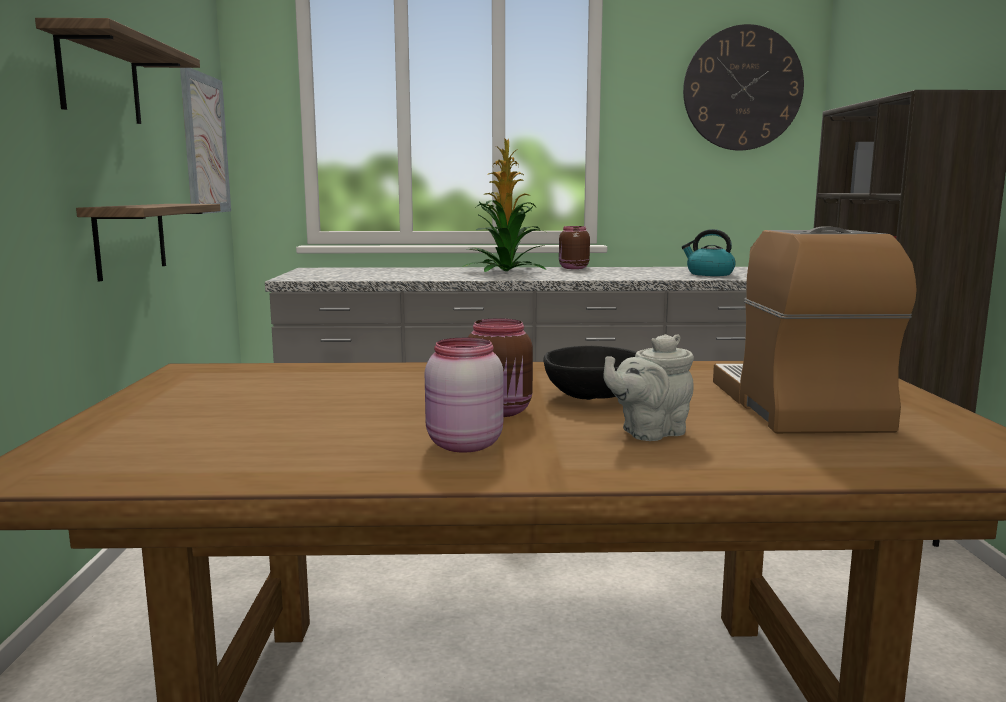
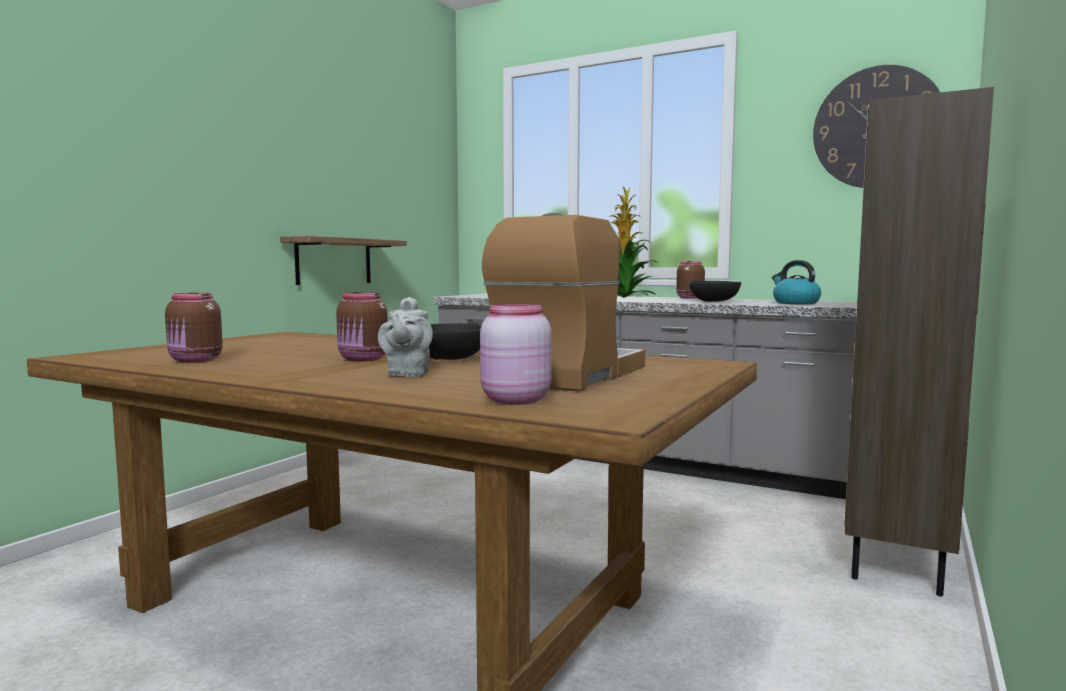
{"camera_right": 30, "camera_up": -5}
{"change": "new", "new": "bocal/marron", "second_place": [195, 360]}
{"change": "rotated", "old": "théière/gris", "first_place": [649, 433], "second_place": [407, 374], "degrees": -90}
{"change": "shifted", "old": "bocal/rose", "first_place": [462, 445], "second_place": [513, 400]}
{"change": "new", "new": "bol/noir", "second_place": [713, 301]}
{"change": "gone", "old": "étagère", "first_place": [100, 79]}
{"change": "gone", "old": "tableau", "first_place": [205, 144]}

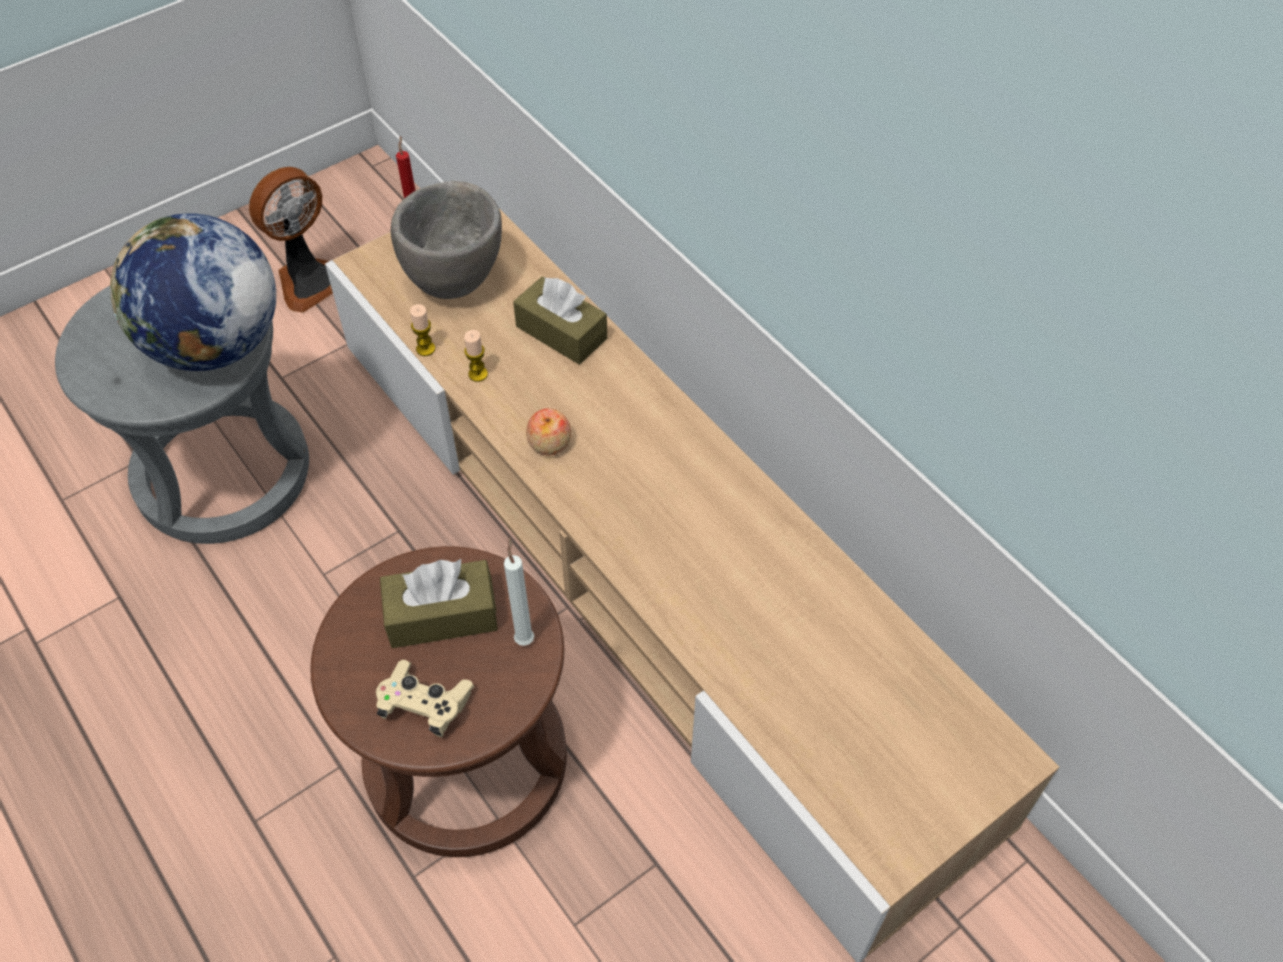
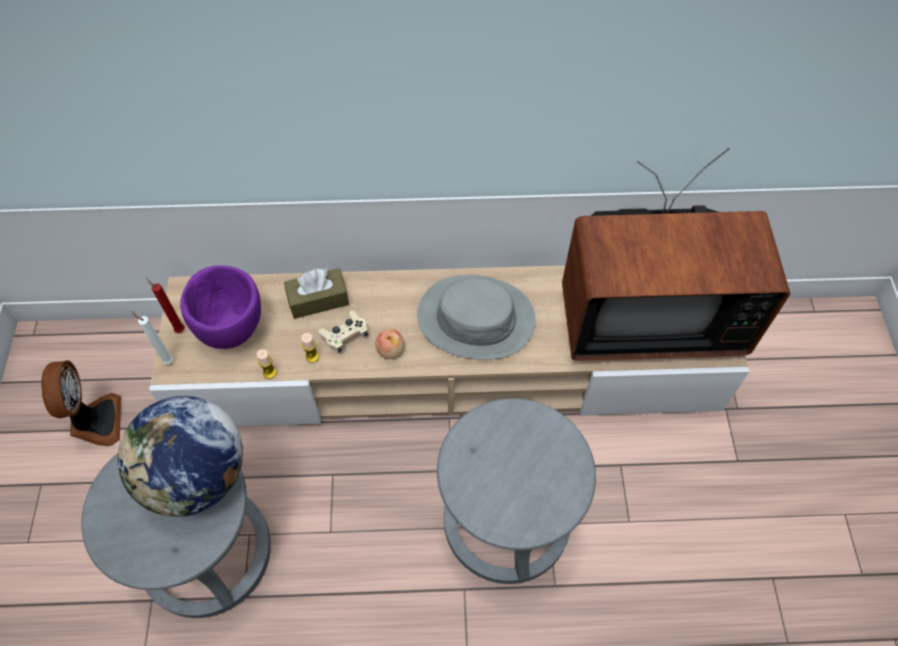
{"camera_right": -55, "camera_up": 5}
{"change": "shifted", "old": "bougie/blanc", "first_place": [524, 637], "second_place": [167, 360]}
{"change": "repainted", "old": "bol/gris", "new": "bol/violet", "first_place": [455, 282], "second_place": [232, 330]}
{"change": "shifted", "old": "manette/beige", "first_place": [425, 705], "second_place": [345, 336]}
{"change": "new", "new": "chapeau/gris", "second_place": [476, 318]}
{"change": "repainted", "old": "tabouret/marron", "new": "tabouret/gris", "first_place": [468, 761], "second_place": [507, 520]}
{"change": "new", "new": "téléviseur", "second_place": [646, 313]}
{"change": "gone", "old": "boîte à mouchoirs/marron", "first_place": [442, 615]}

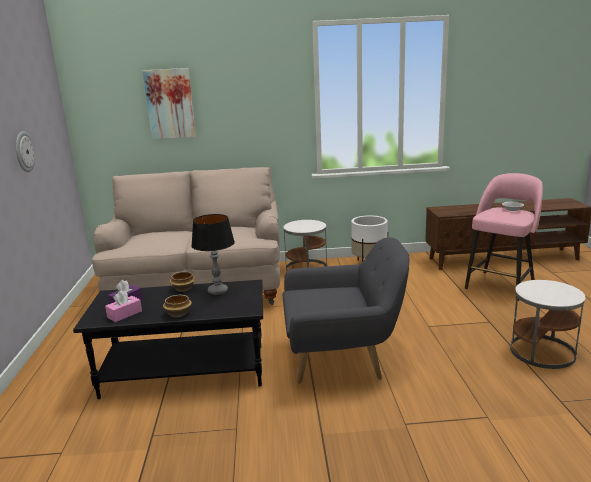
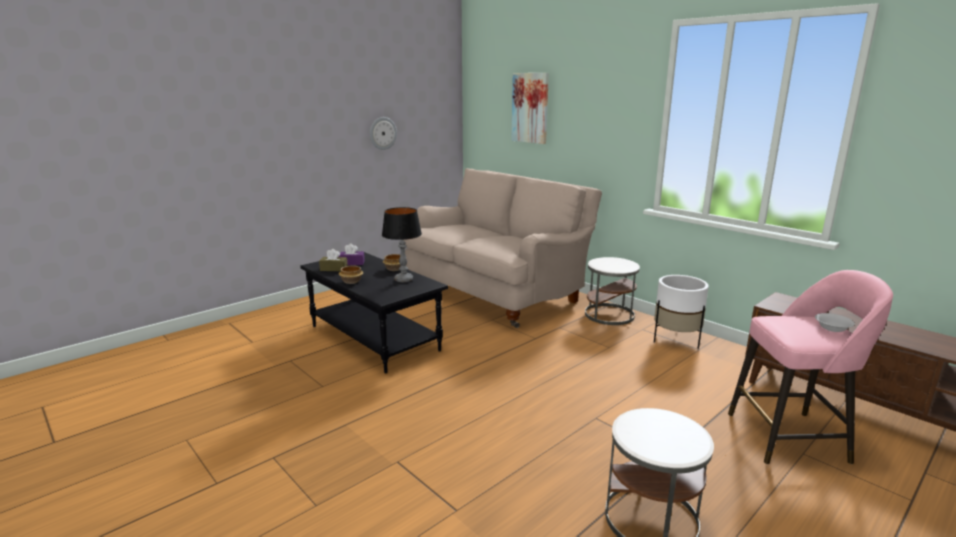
{"camera_right": 50, "camera_up": 0}
{"change": "repainted", "old": "boîte à mouchoirs/rose", "new": "boîte à mouchoirs/marron", "first_place": [124, 314], "second_place": [334, 269]}
{"change": "gone", "old": "fauteuil/gris", "first_place": [342, 359]}

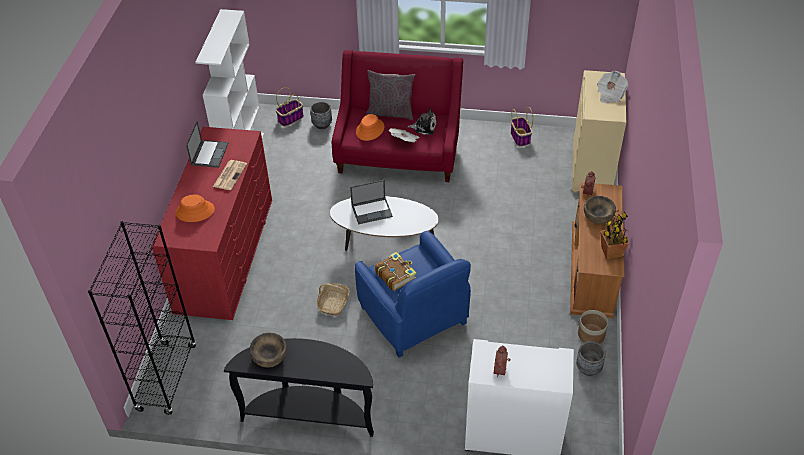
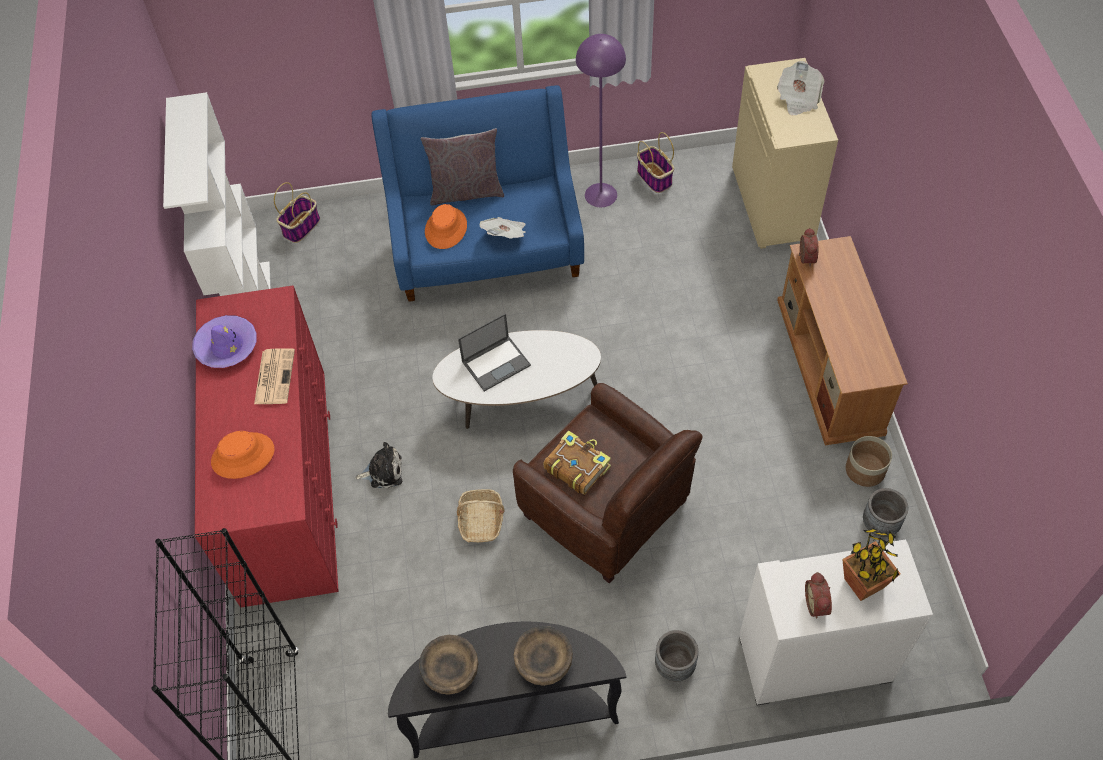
{"camera_right": -15, "camera_up": 10}
{"change": "swapped", "old": "ordinateur portable", "new": "chapeau/violet", "first_place": [209, 153], "second_place": [226, 346]}
{"change": "shifted", "old": "peluche", "first_place": [424, 127], "second_place": [383, 471]}
{"change": "repainted", "old": "canapé/rouge", "new": "canapé/bleu", "first_place": [398, 153], "second_place": [486, 246]}
{"change": "repainted", "old": "fauteuil/bleu", "new": "fauteuil/marron", "first_place": [414, 316], "second_place": [607, 509]}
{"change": "shifted", "old": "bol/marron", "first_place": [598, 216], "second_place": [543, 662]}
{"change": "new", "new": "lampadaire/violet", "second_place": [601, 195]}
{"change": "shifted", "old": "cache-pot/gris", "first_place": [322, 124], "second_place": [675, 665]}
{"change": "shifted", "old": "plante en pot", "first_place": [611, 252], "second_place": [864, 584]}

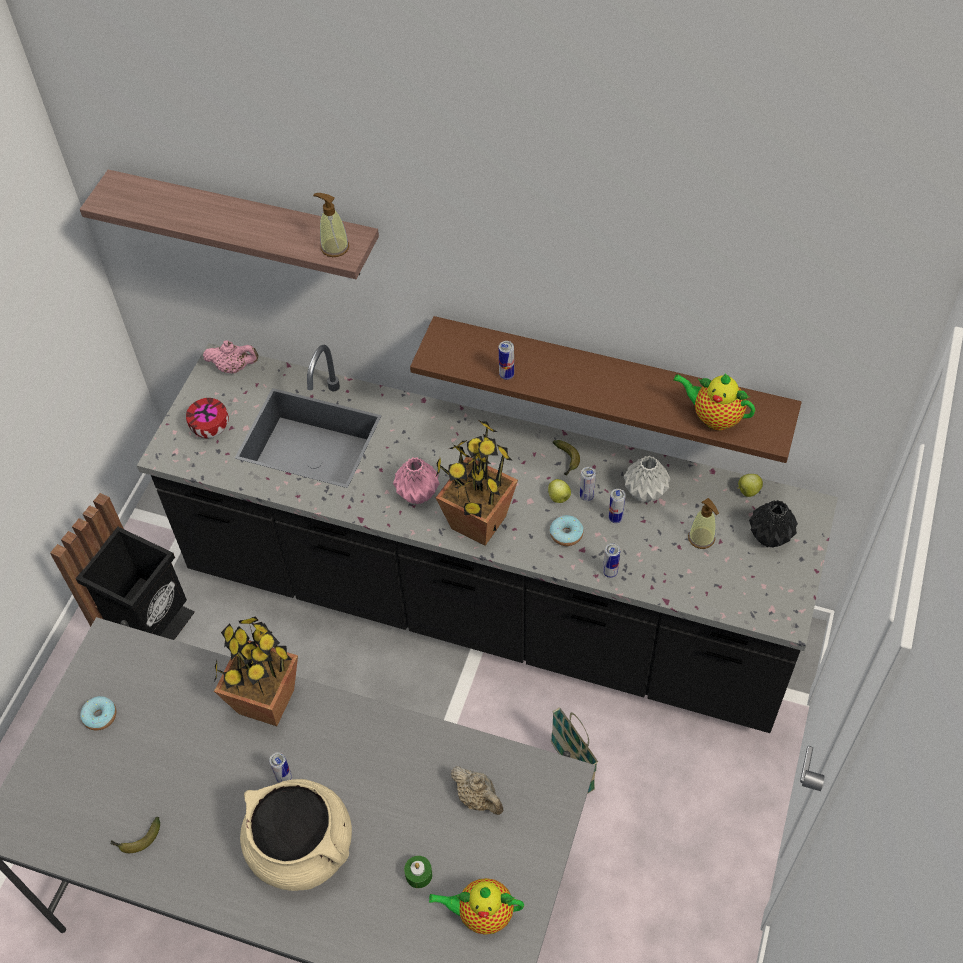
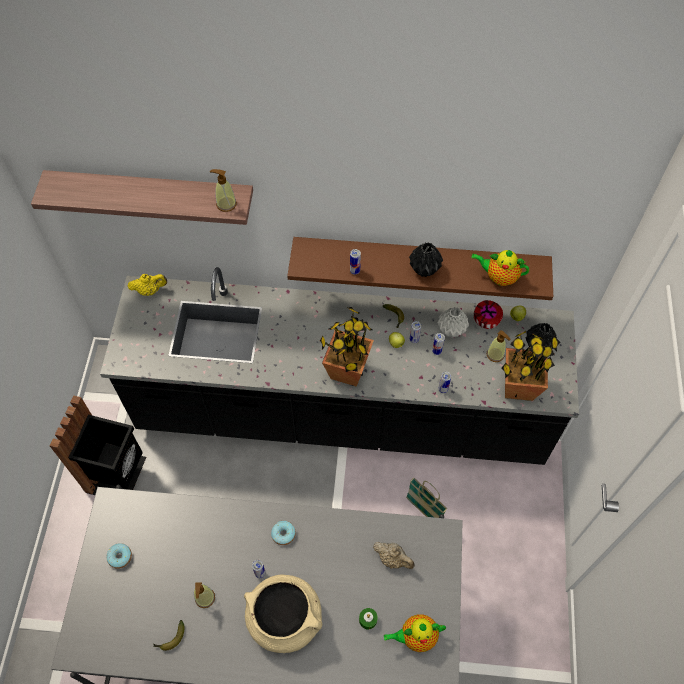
{"camera_right": -15, "camera_up": 5}
{"change": "repainted", "old": "théière/rose", "new": "théière/jaune", "first_place": [234, 367], "second_place": [150, 290]}
{"change": "new", "new": "distributeur de savon", "second_place": [205, 598]}
{"change": "shifted", "old": "beignet", "first_place": [566, 534], "second_place": [283, 534]}
{"change": "new", "new": "vase/noir", "second_place": [424, 270]}
{"change": "shifted", "old": "bol", "first_place": [211, 430], "second_place": [486, 322]}
{"change": "shifted", "old": "plante en pot", "first_place": [265, 701], "second_place": [518, 387]}
{"change": "gone", "old": "vase/rose", "first_place": [417, 494]}

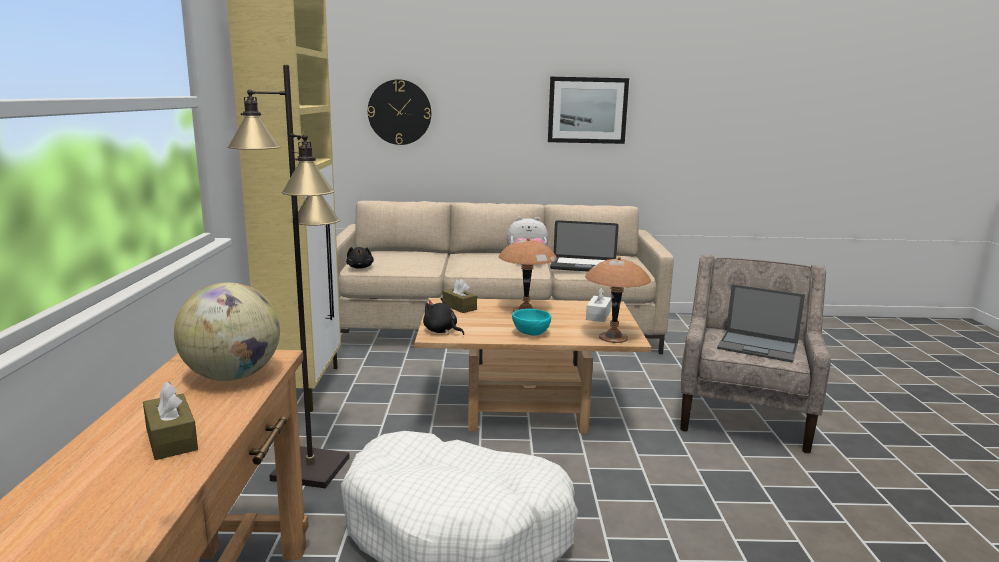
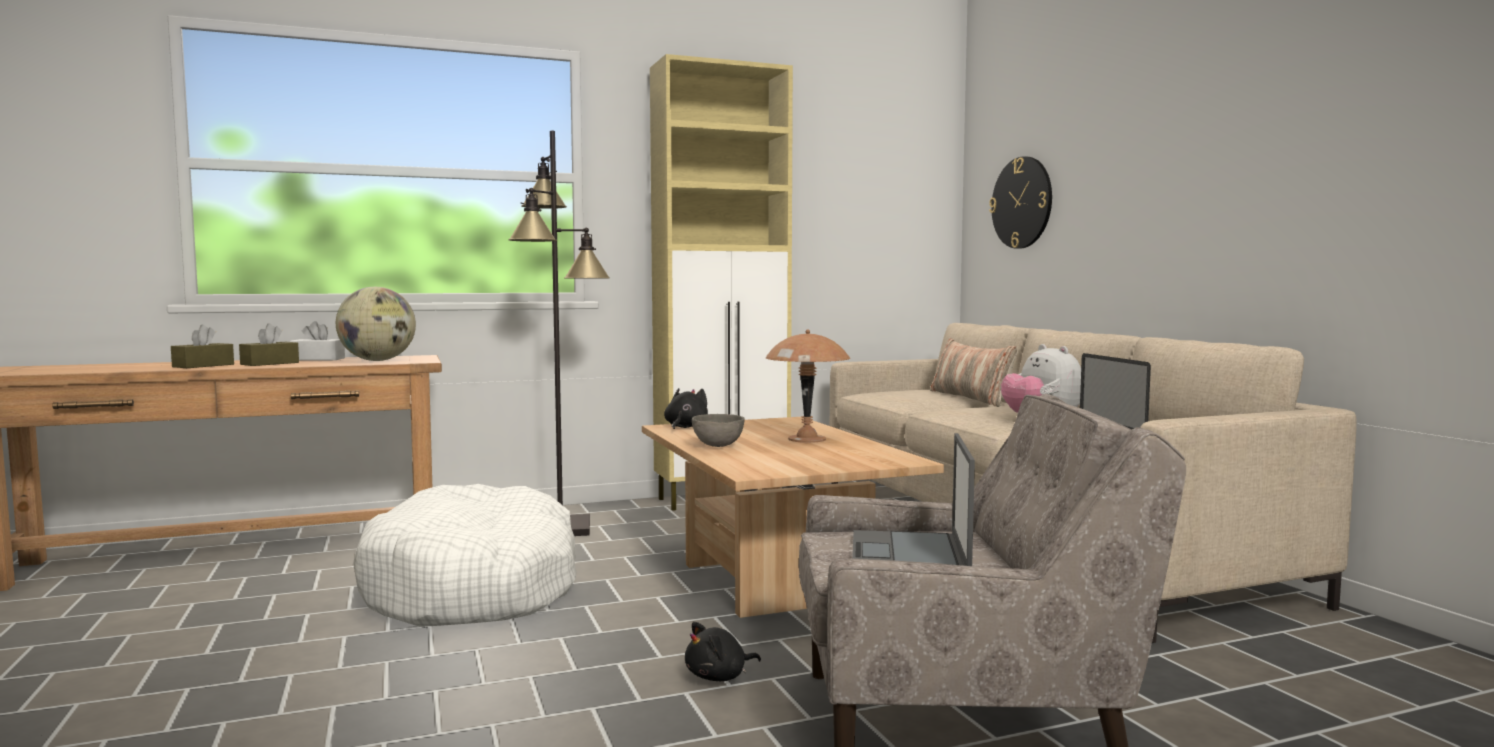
{"camera_right": 70, "camera_up": -10}
{"change": "shifted", "old": "boîte à mouchoirs/marron", "first_place": [459, 307], "second_place": [203, 365]}
{"change": "shifted", "old": "boîte à mouchoirs/blanc", "first_place": [598, 315], "second_place": [318, 359]}
{"change": "shifted", "old": "peluche/noir", "first_place": [360, 267], "second_place": [719, 677]}
{"change": "repainted", "old": "bol/turquoise", "new": "bol/gris", "first_place": [531, 334], "second_place": [717, 445]}
{"change": "new", "new": "coussin", "second_place": [971, 398]}
{"change": "gone", "old": "tableau", "first_place": [587, 110]}
{"change": "gone", "old": "lampe de table/marron", "first_place": [613, 338]}

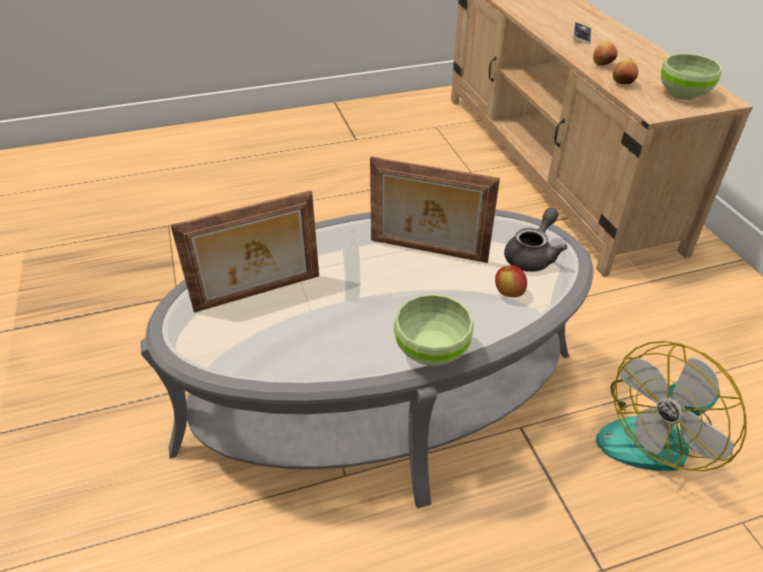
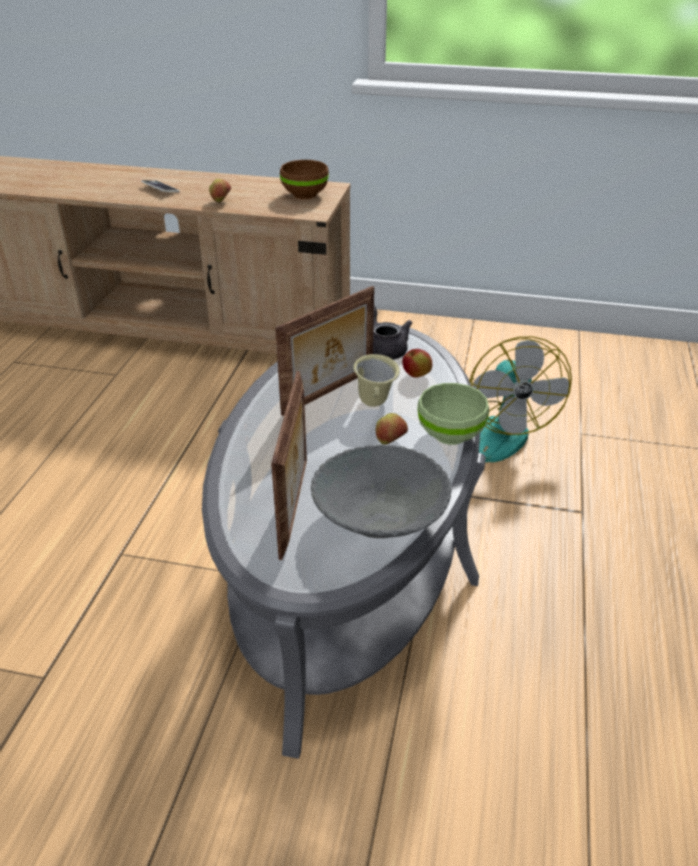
{"camera_right": -60, "camera_up": -5}
{"change": "repainted", "old": "bol/vert", "new": "bol/marron", "first_place": [682, 94], "second_place": [305, 195]}
{"change": "new", "new": "bol/gris", "second_place": [379, 516]}
{"change": "new", "new": "mug/beige", "second_place": [375, 404]}
{"change": "shifted", "old": "pomme", "first_place": [622, 84], "second_place": [390, 442]}

